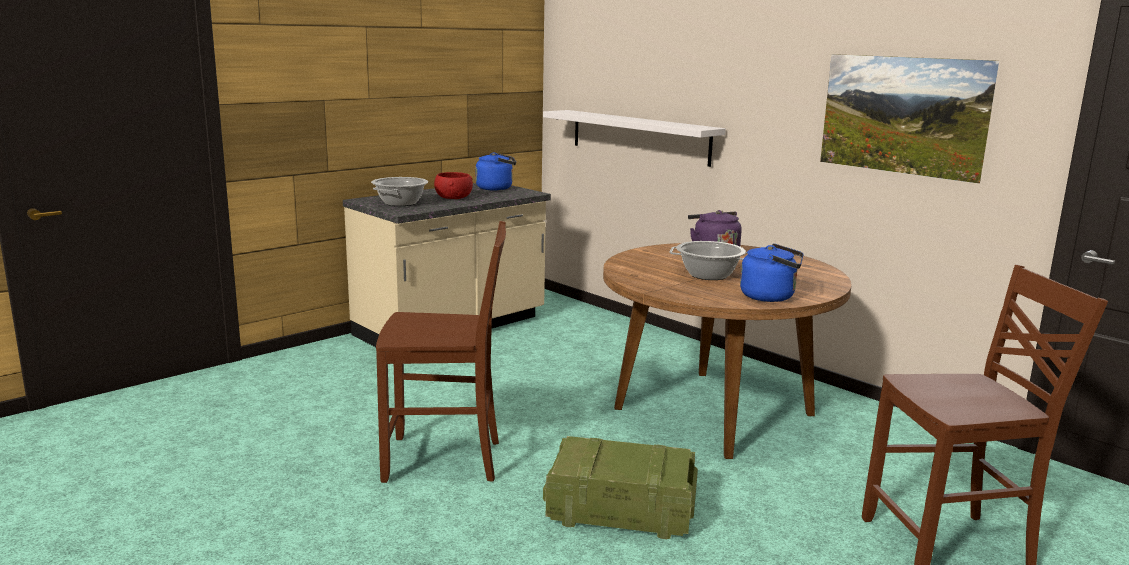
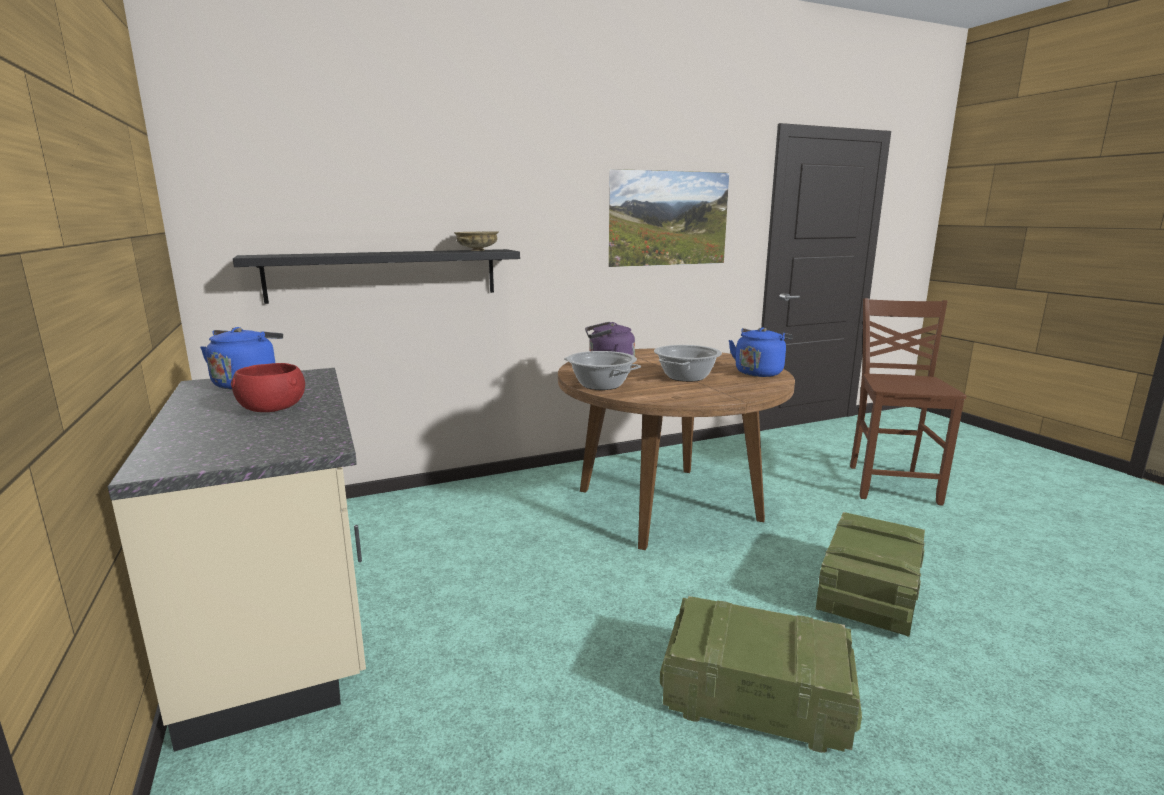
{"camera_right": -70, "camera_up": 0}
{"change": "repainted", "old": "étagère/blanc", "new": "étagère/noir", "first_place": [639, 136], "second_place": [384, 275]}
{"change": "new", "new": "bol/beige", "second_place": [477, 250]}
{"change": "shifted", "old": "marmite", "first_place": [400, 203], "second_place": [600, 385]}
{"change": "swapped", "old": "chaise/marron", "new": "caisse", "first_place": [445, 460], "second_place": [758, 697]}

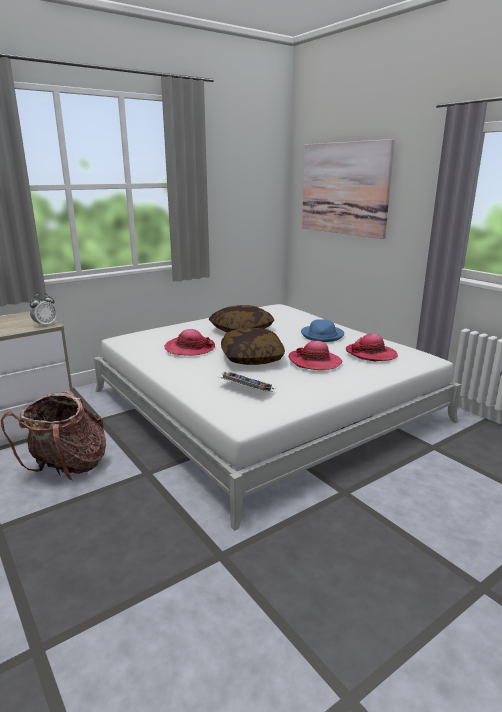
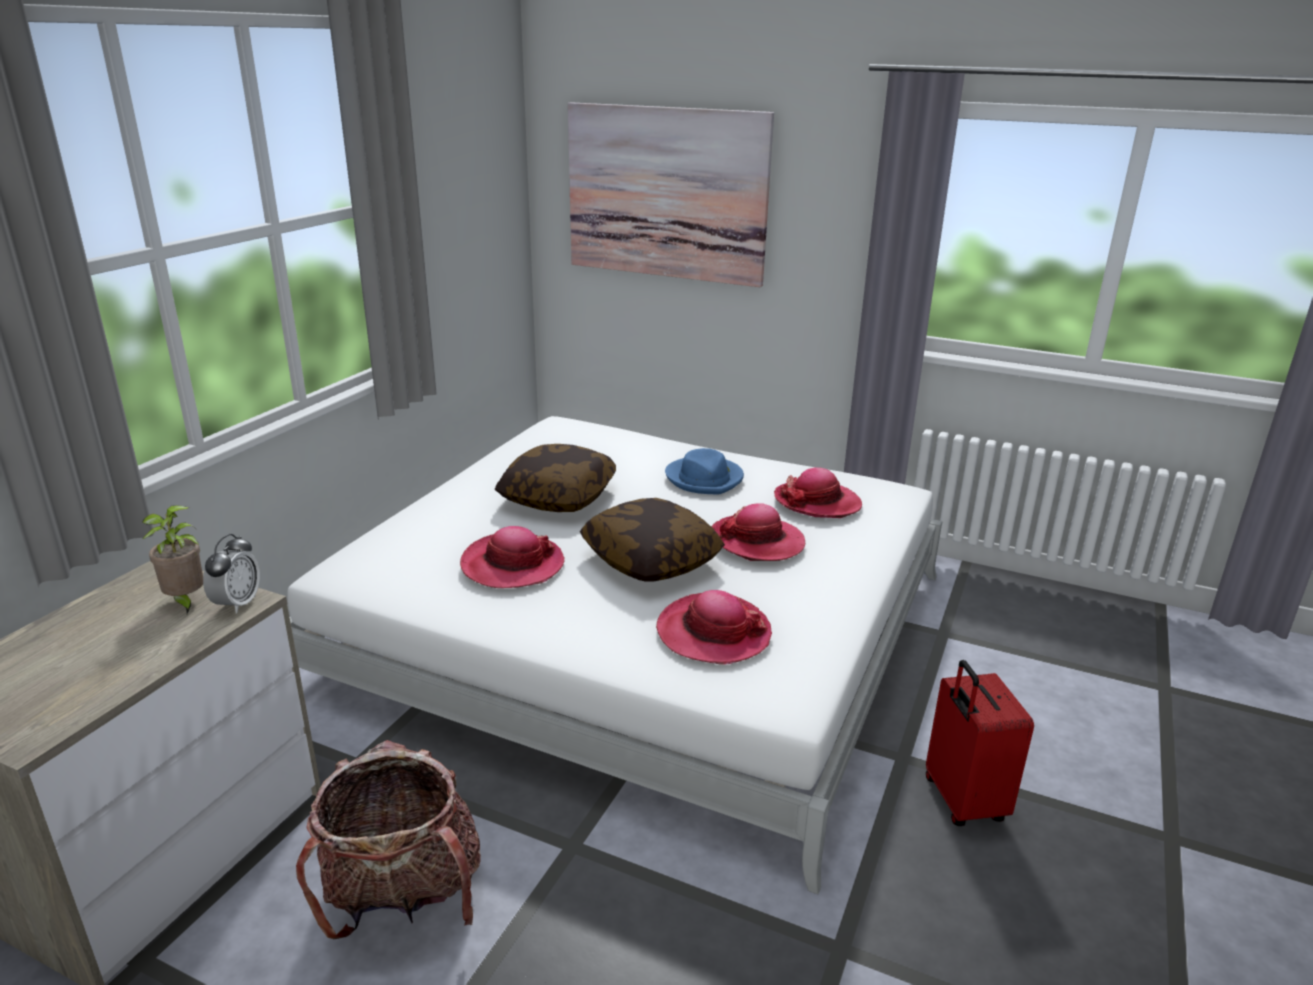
{"camera_right": -30, "camera_up": 5}
{"change": "new", "new": "plante en pot", "second_place": [185, 602]}
{"change": "swapped", "old": "clavier", "new": "chapeau", "first_place": [244, 389], "second_place": [713, 633]}
{"change": "new", "new": "valise/rouge", "second_place": [961, 801]}

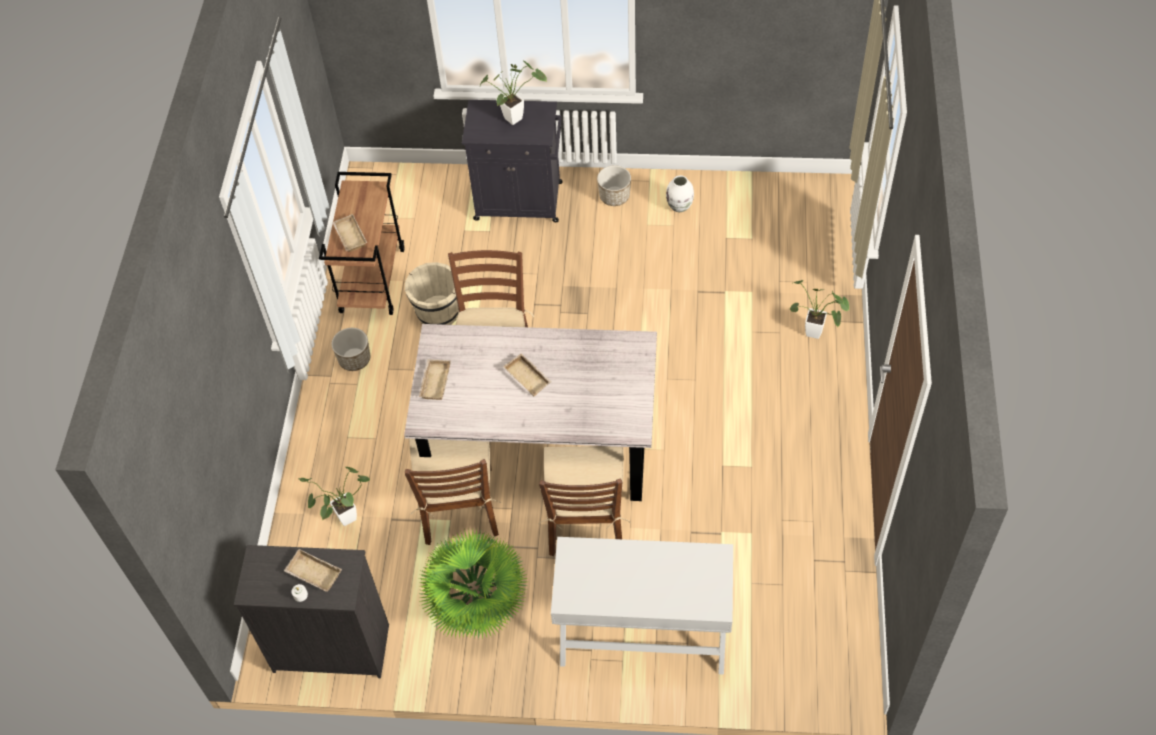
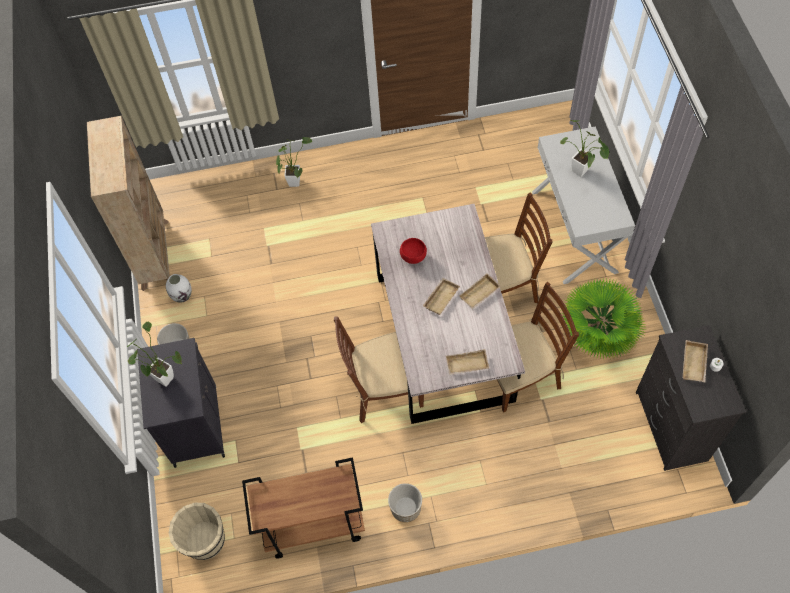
{"camera_right": -105, "camera_up": 5}
{"change": "new", "new": "bibliothèque/beige", "second_place": [155, 254]}
{"change": "shifted", "old": "seau/beige", "first_place": [437, 312], "second_place": [205, 541]}
{"change": "new", "new": "bol/rouge", "second_place": [413, 257]}
{"change": "shifted", "old": "plateau/beige", "first_place": [349, 236], "second_place": [479, 294]}
{"change": "shifted", "old": "plante en pot", "first_place": [343, 520], "second_place": [582, 173]}

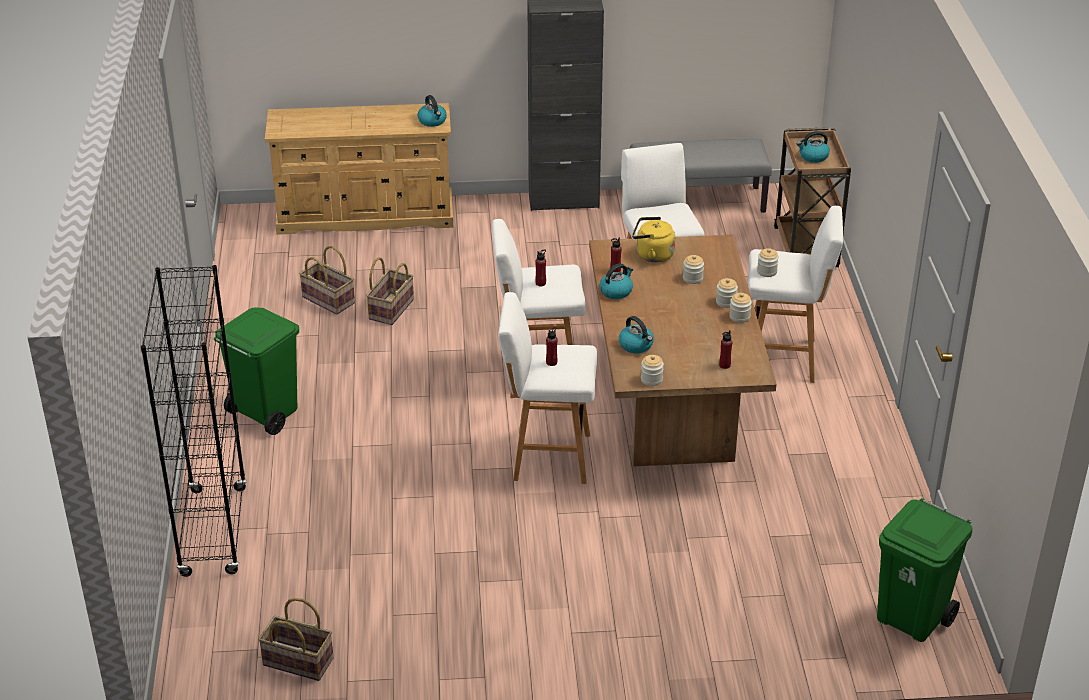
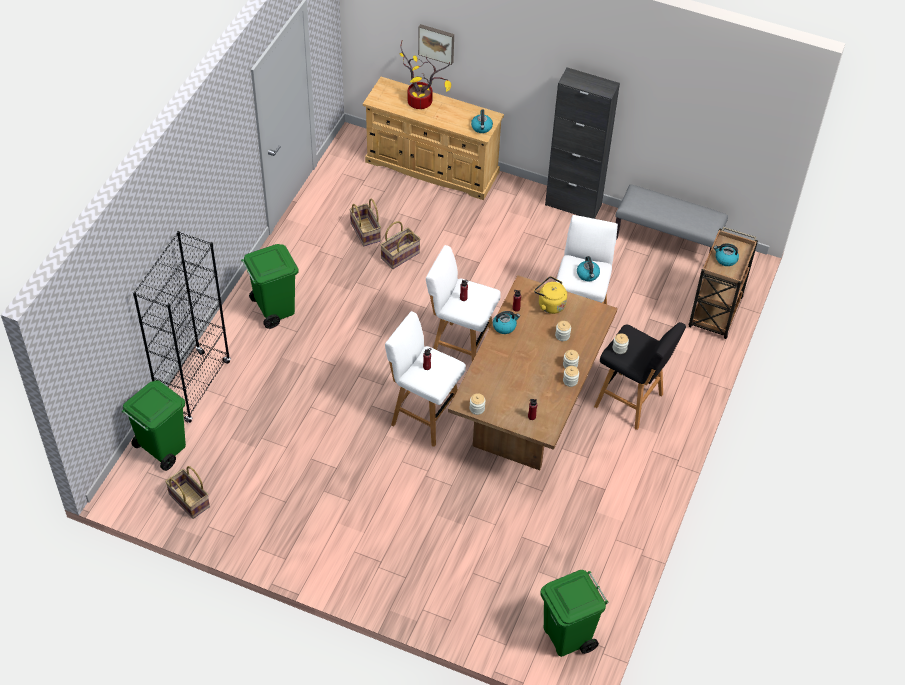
{"camera_right": 25, "camera_up": 15}
{"change": "new", "new": "poubelle/vert", "second_place": [162, 449]}
{"change": "new", "new": "plante en pot", "second_place": [422, 101]}
{"change": "new", "new": "tableau", "second_place": [437, 43]}
{"change": "shifted", "old": "bouilloire", "first_place": [636, 345], "second_place": [588, 274]}
{"change": "repainted", "old": "tabouret/blanc", "new": "tabouret/noir", "first_place": [784, 359], "second_place": [631, 402]}

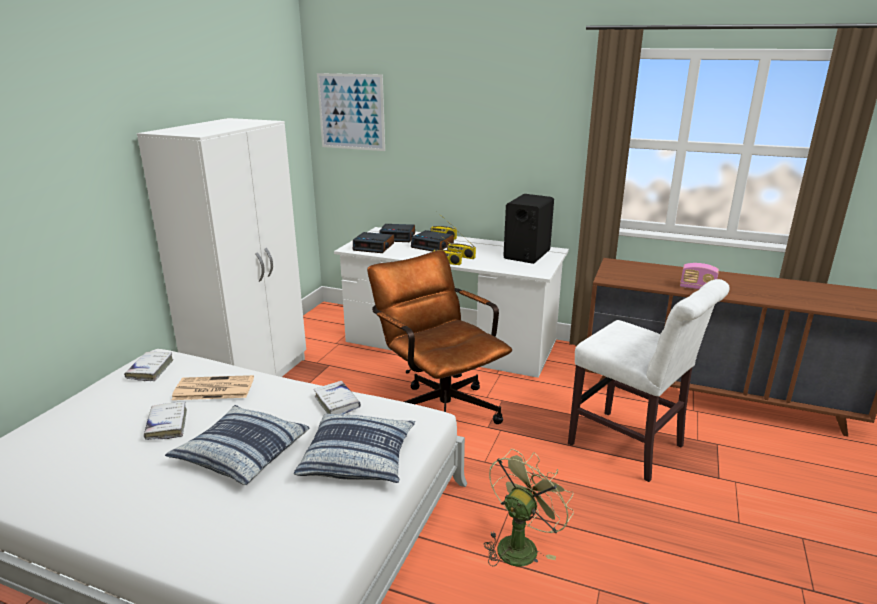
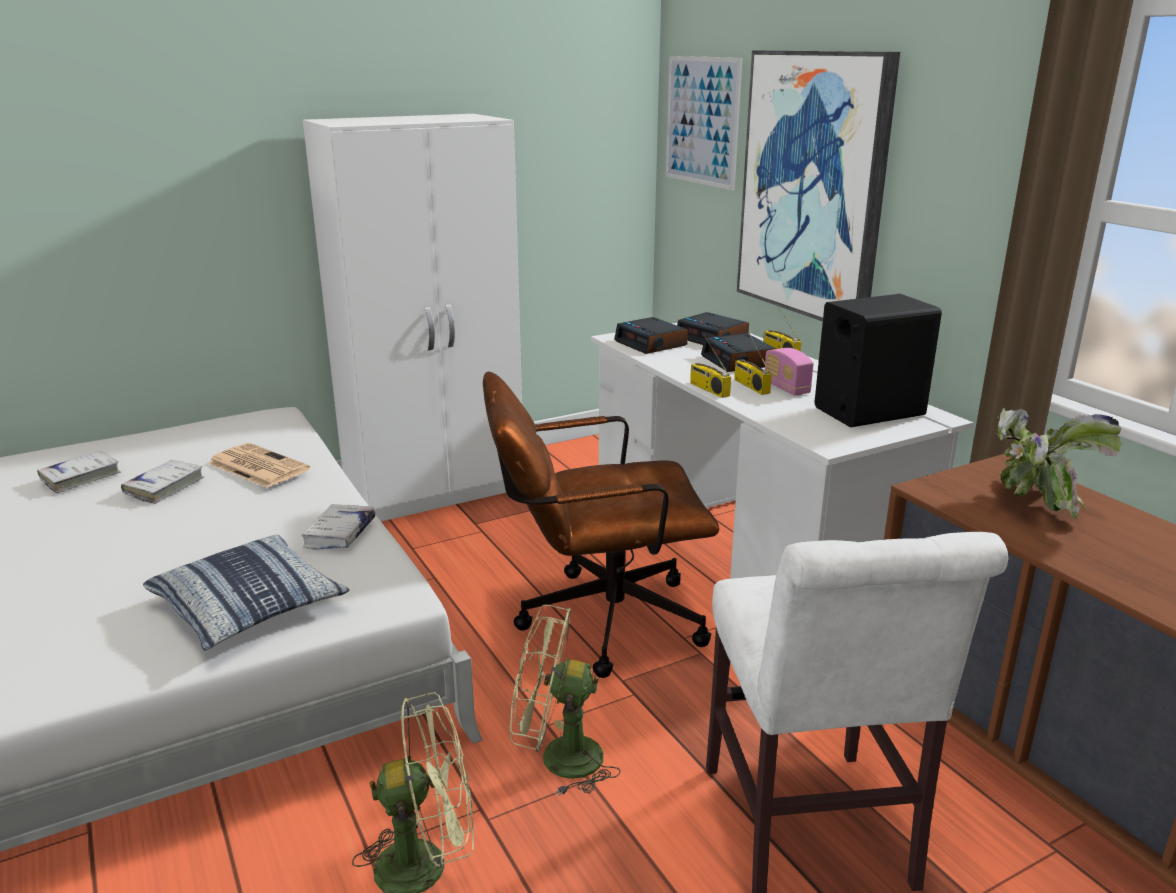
{"camera_right": 40, "camera_up": 0}
{"change": "shifted", "old": "livre/blanc", "first_place": [150, 370], "second_place": [81, 477]}
{"change": "rotated", "old": "chaise de bureau/marron", "first_place": [438, 407], "second_place": [595, 621], "degrees": -105}
{"change": "new", "new": "ventilateur/vert", "second_place": [557, 759]}
{"change": "new", "new": "tableau", "second_place": [814, 186]}
{"change": "shifted", "old": "radio", "first_place": [697, 288], "second_place": [786, 388]}
{"change": "new", "new": "plante en pot", "second_place": [1032, 504]}
{"change": "gone", "old": "coussin", "first_place": [241, 453]}

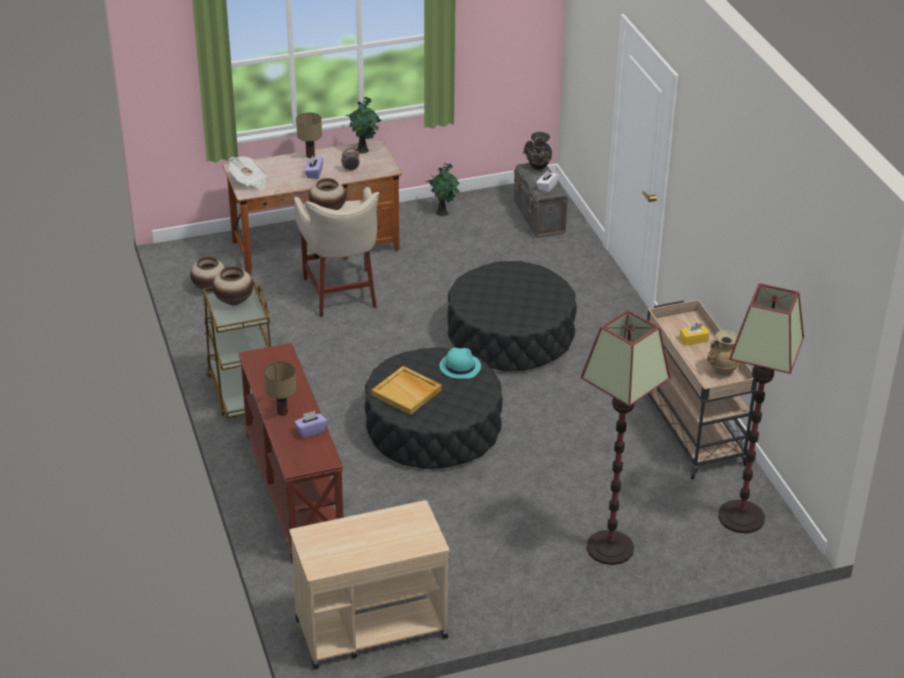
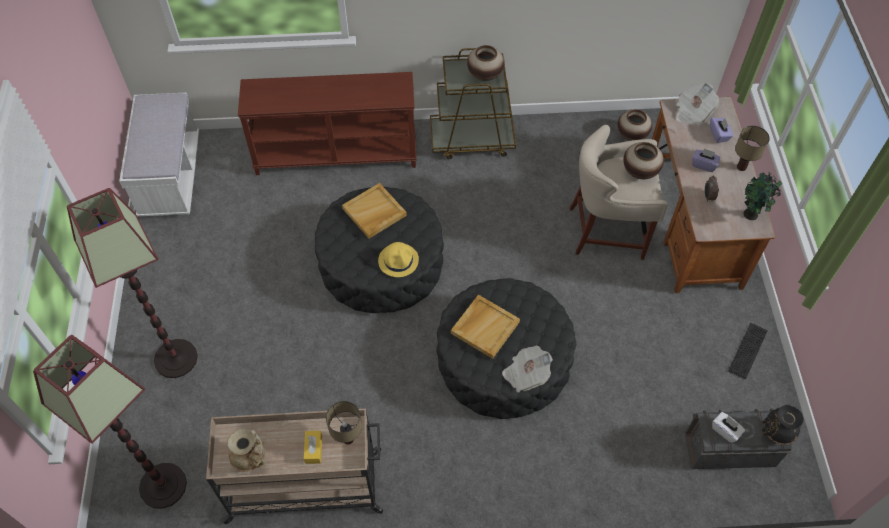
{"camera_right": 105, "camera_up": 20}
{"change": "swapped", "old": "chariot/beige", "new": "banc/blanc", "first_place": [370, 628], "second_place": [170, 176]}
{"change": "shifted", "old": "lampe de table", "first_place": [282, 412], "second_place": [348, 439]}
{"change": "repainted", "old": "chapeau/turquoise", "new": "chapeau/jaune", "first_place": [459, 366], "second_place": [398, 260]}
{"change": "new", "new": "plateau/beige", "second_place": [485, 327]}
{"change": "new", "new": "journal", "second_place": [526, 374]}
{"change": "shifted", "old": "boîte à mouchoirs/violet", "first_place": [310, 431], "second_place": [719, 135]}
{"change": "swapped", "old": "plante en pot", "new": "clavier", "first_place": [443, 212], "second_place": [748, 350]}

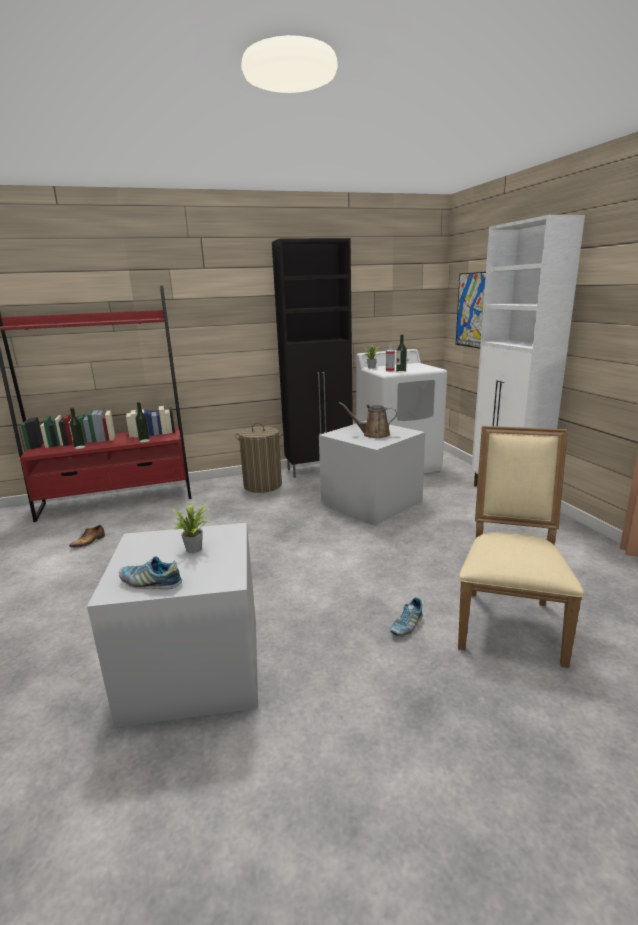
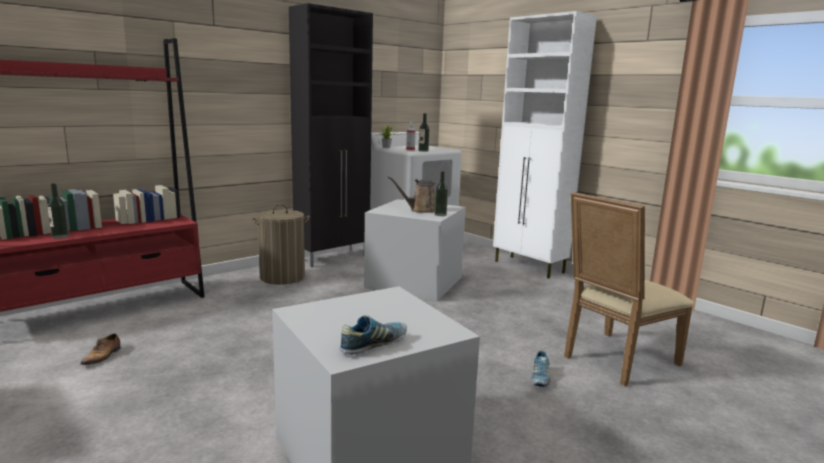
{"camera_right": -25, "camera_up": -5}
{"change": "rotated", "old": "chaussure", "first_place": [150, 583], "second_place": [373, 345], "degrees": 150}
{"change": "shifted", "old": "bouteille", "first_place": [144, 440], "second_place": [440, 214]}
{"change": "rotated", "old": "chaise/beige", "first_place": [508, 621], "second_place": [615, 360], "degrees": -120}
{"change": "gone", "old": "plante en pot", "first_place": [196, 548]}
{"change": "gone", "old": "tableau", "first_place": [472, 310]}

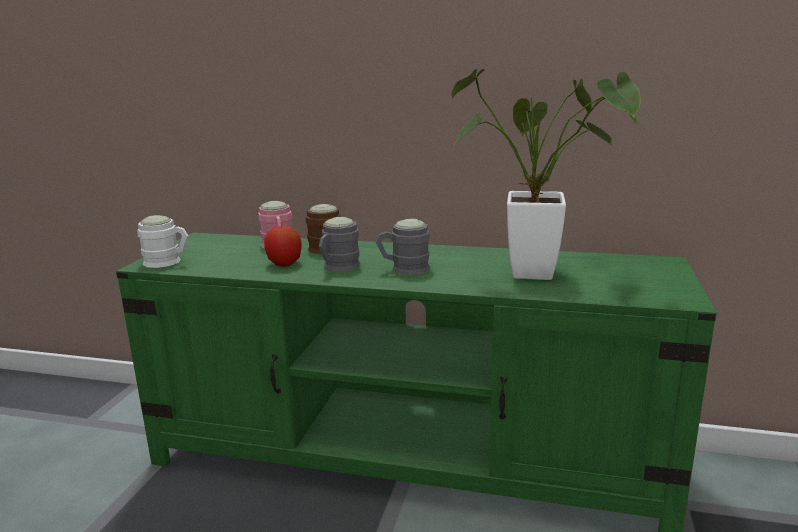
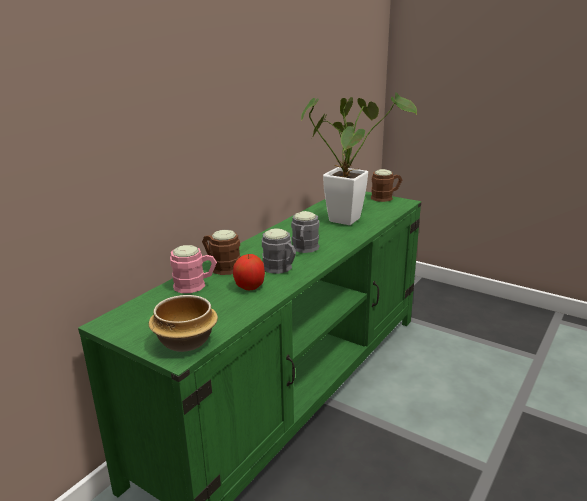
{"camera_right": -70, "camera_up": 5}
{"change": "swapped", "old": "mug/blanc", "new": "bol", "first_place": [168, 262], "second_place": [184, 341]}
{"change": "new", "new": "mug/marron", "second_place": [385, 197]}

